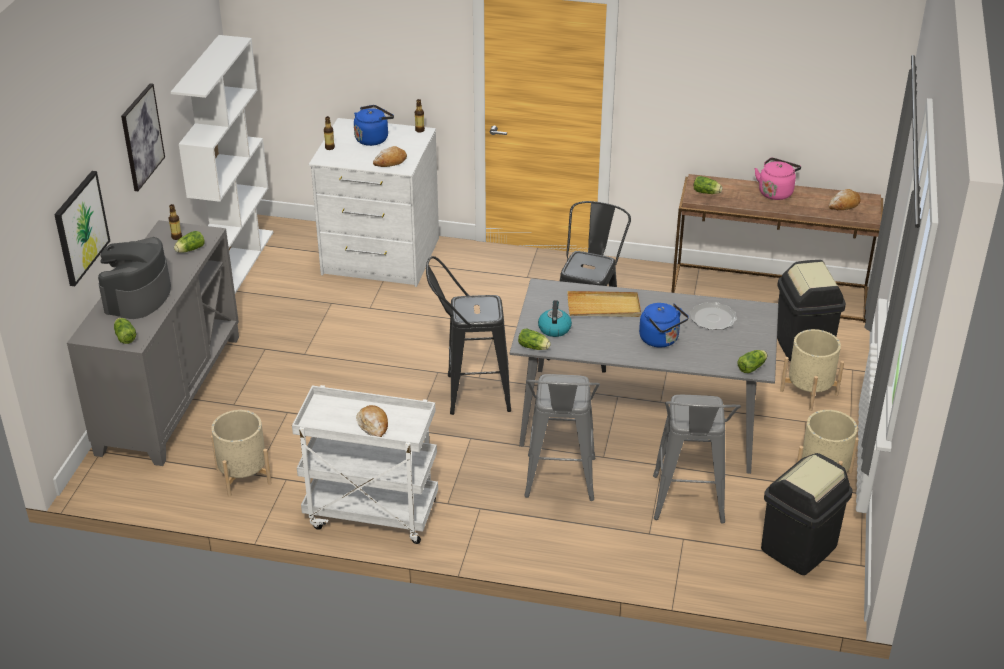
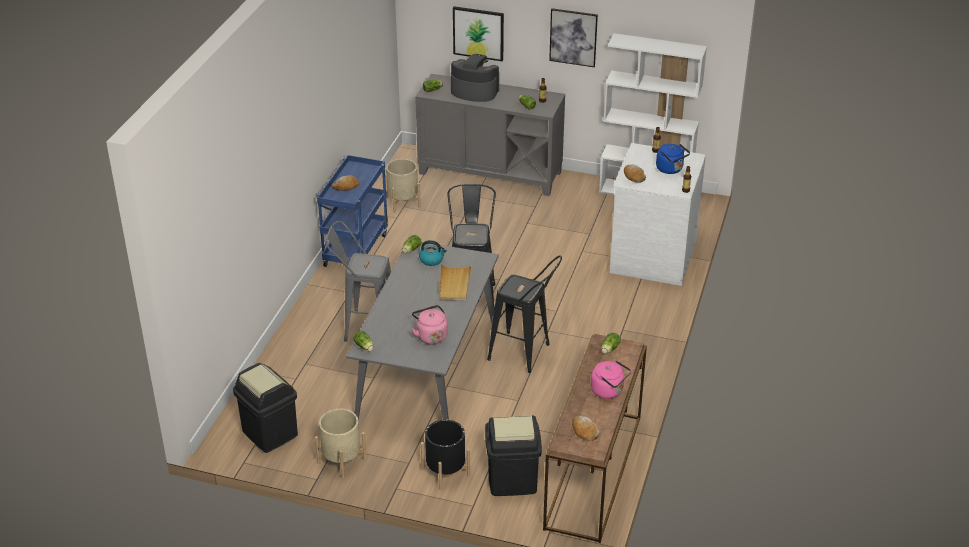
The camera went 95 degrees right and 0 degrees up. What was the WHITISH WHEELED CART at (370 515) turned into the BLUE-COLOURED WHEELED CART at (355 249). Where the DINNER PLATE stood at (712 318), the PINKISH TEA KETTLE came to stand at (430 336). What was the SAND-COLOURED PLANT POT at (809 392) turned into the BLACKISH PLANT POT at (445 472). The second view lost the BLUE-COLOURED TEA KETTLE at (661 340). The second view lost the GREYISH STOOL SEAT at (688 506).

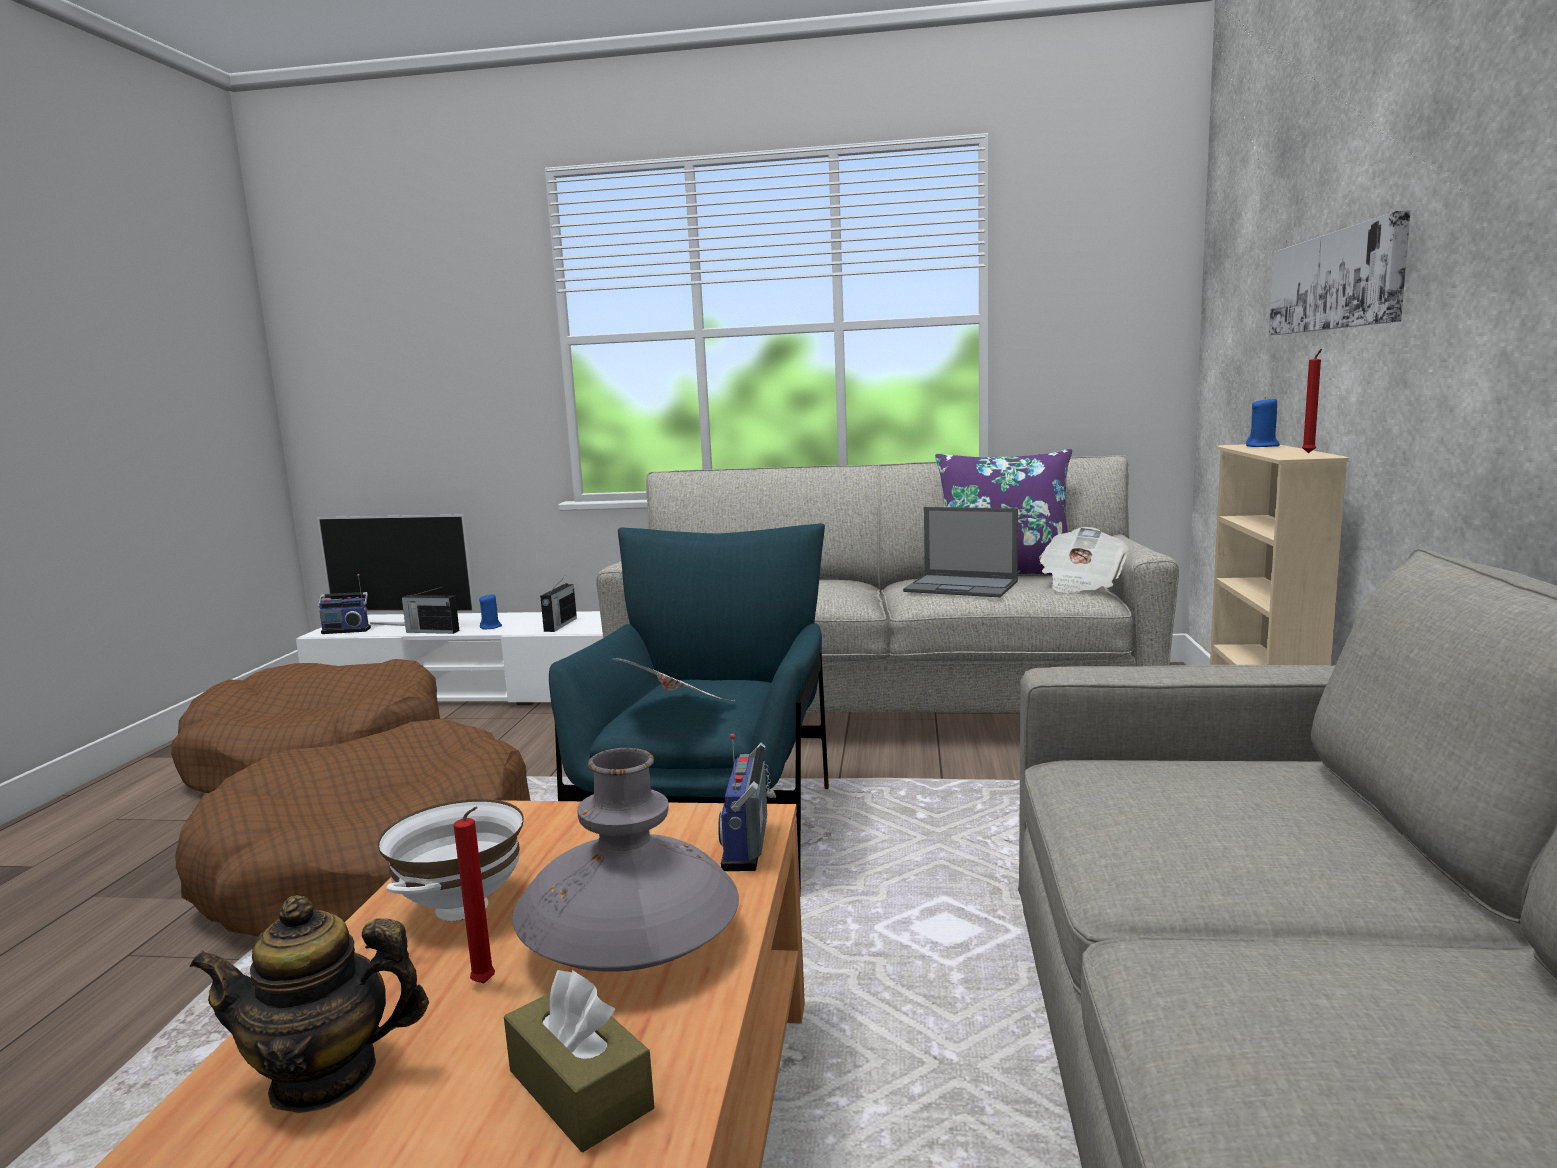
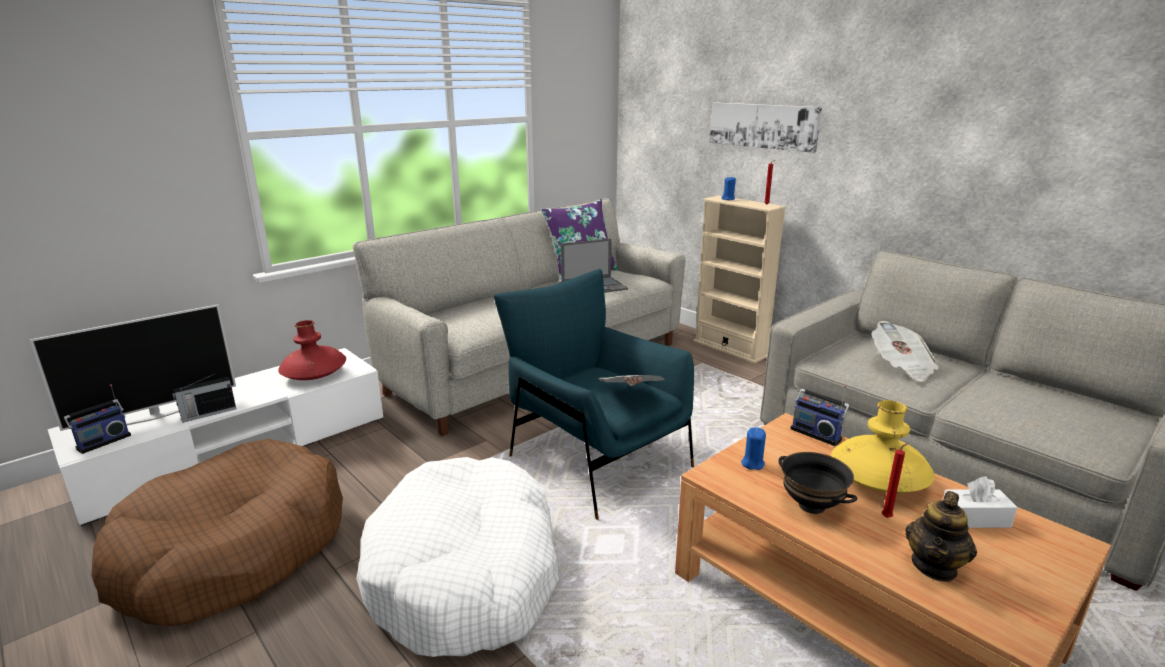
The camera went 50 degrees left and 10 degrees up. Where the RADIO SET stood at (560 625), the RED-COLOURED DECORATIVE VASE came to stand at (314 375). What was the BROWN DOG BED at (371 864) turned into the WHITISH DOG BED at (465 573). The BLUE-COLOURED WAX LIGHT ended up elsewhere, having gone from (491 627) to (752 463). What was the WHITISH DEEP DISH at (460 907) turned into the BLACKISH DEEP DISH at (810 506). What was the GREYISH DECORATIVE VASE at (631 942) turned into the YELLOWISH DECORATIVE VASE at (878 480). The NEWSPAPER ended up elsewhere, having gone from (1081 584) to (902 367). What was the BROWN BOX OF TISSUES at (580 1089) turned into the WHITISH BOX OF TISSUES at (975 518).

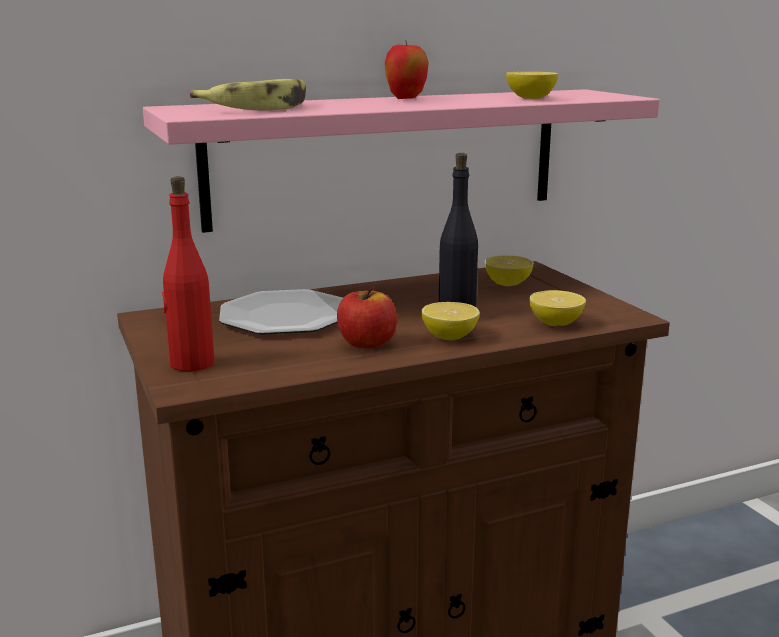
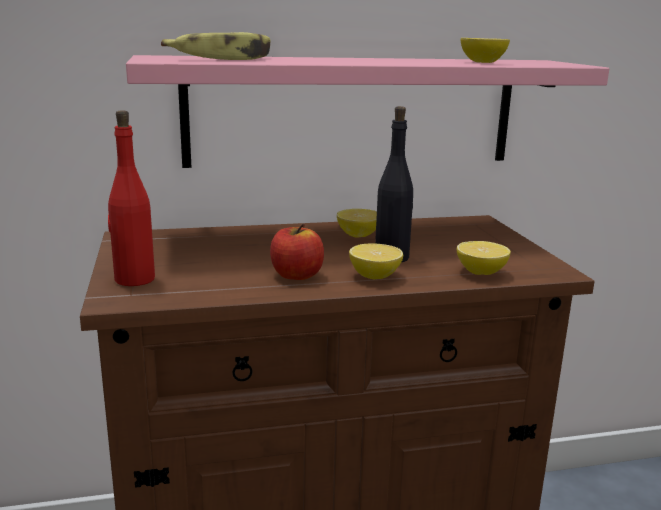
The camera went 10 degrees right and 0 degrees up. The WHOLE LEMON ended up elsewhere, having gone from (508 284) to (358 235). The second view lost the DINNER PLATE at (285 316). The second view lost the APPLE FRUIT at (406 99).

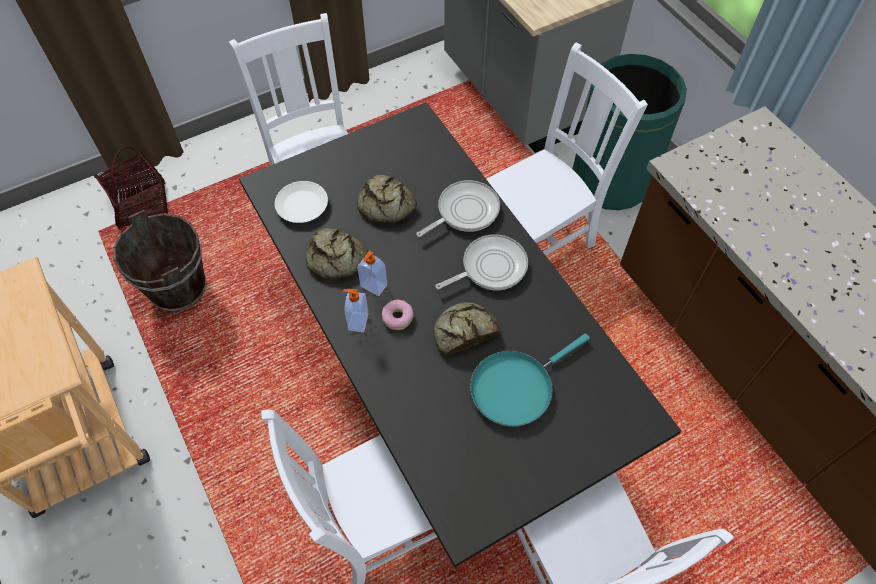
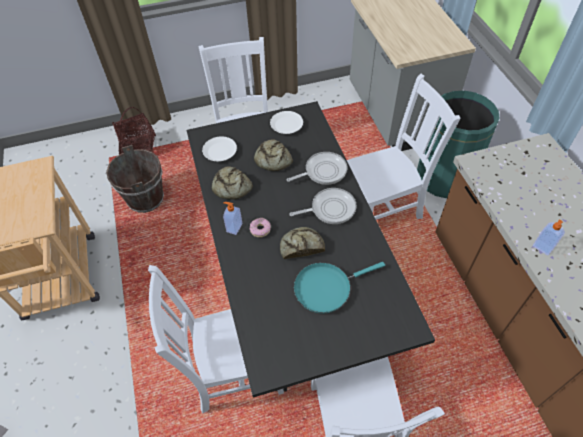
The camera went 15 degrees right and 5 degrees down. The second view gained the WHITISH DINNER PLATE at (286 125). The LIQUID SOAP BOTTLE ended up elsewhere, having gone from (373 286) to (542 247).

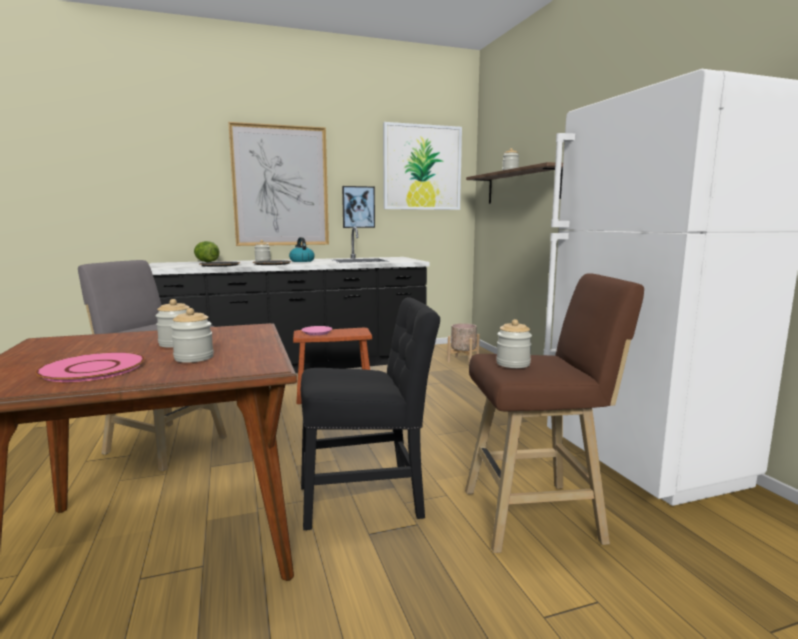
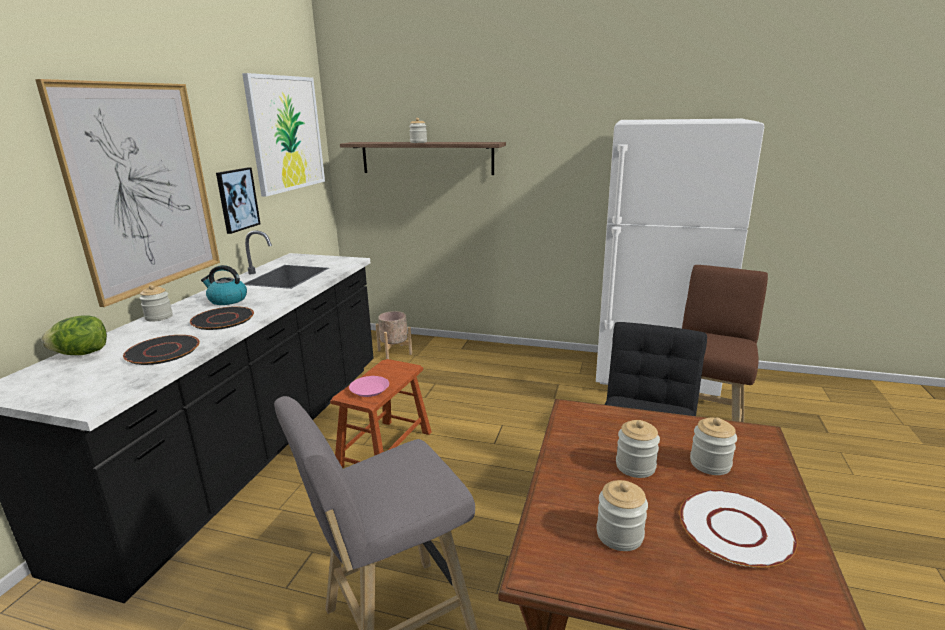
The camera went 55 degrees left and 10 degrees up. The JAR ended up elsewhere, having gone from (513 364) to (619 534). What was the PINKISH DINNER PLATE at (92 369) turned into the WHITISH DINNER PLATE at (736 529).

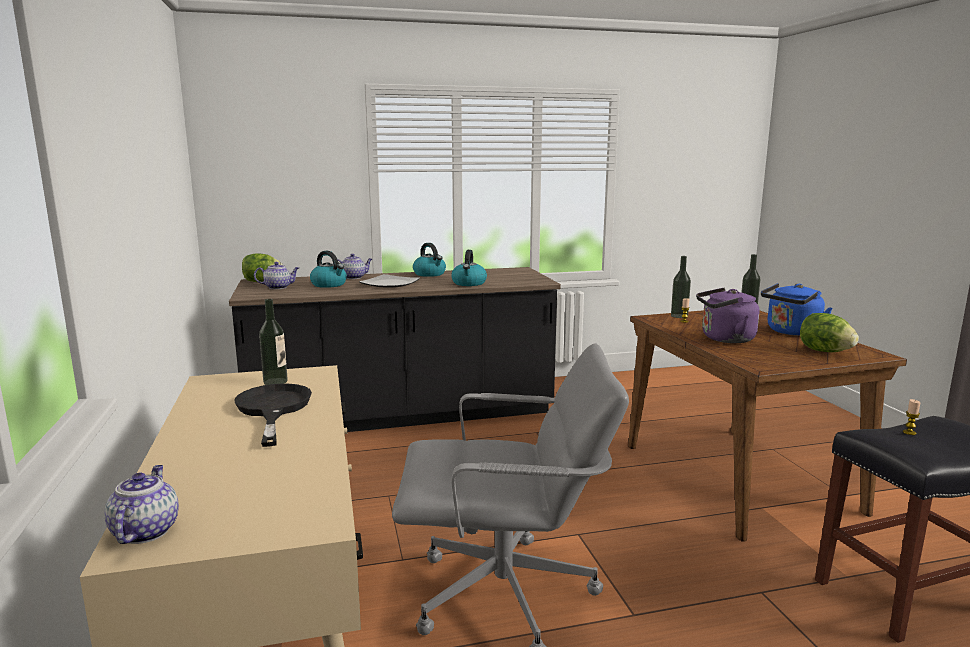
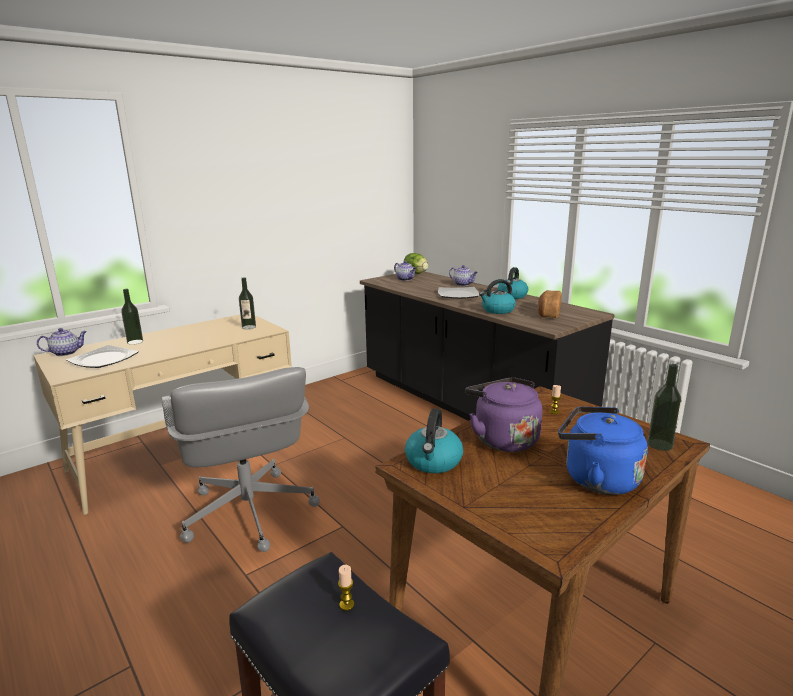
The camera went 65 degrees right and 5 degrees up. The second view gained the DINNER PLATE at (104 359). The DRINK BOTTLE ended up elsewhere, having gone from (679 316) to (135 342). The TEA KETTLE ended up elsewhere, having gone from (329 284) to (433 462). The second view gained the BAKED BREAD at (548 313). The second view lost the BLACKISH FRYING PAN at (273 409). The second view lost the HEAD OF LETTUCE at (825 351).

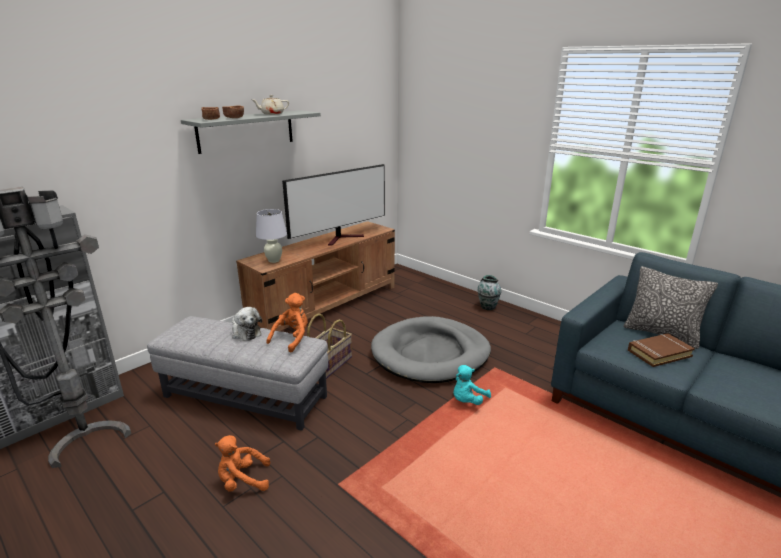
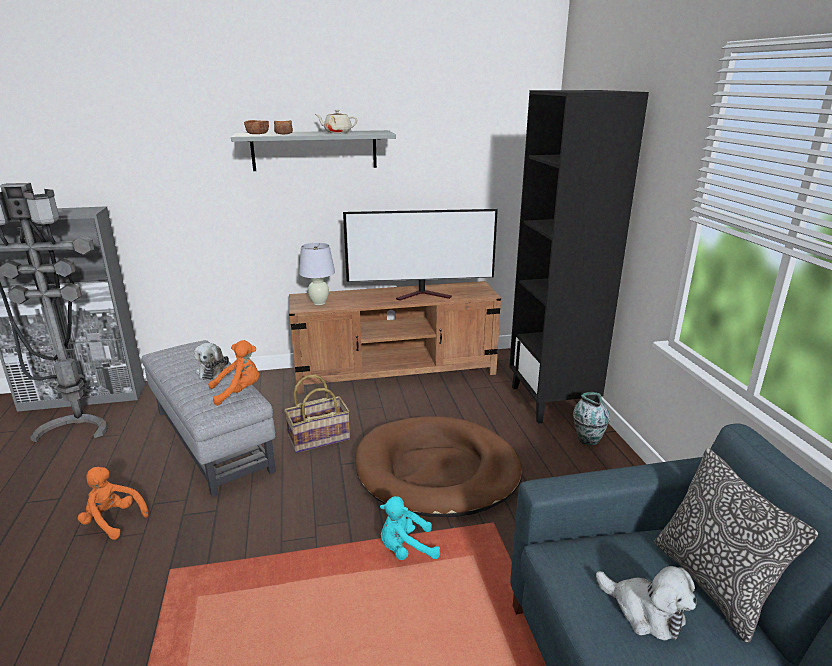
The camera went 35 degrees right and 0 degrees up. What was the GREYISH DOG BED at (430 353) turned into the BROWN DOG BED at (437 471). The second view gained the BLACKISH SHELVING UNIT at (552 401). Where the BROWN BOOK stood at (658 353), the SOFT TOY came to stand at (645 612).

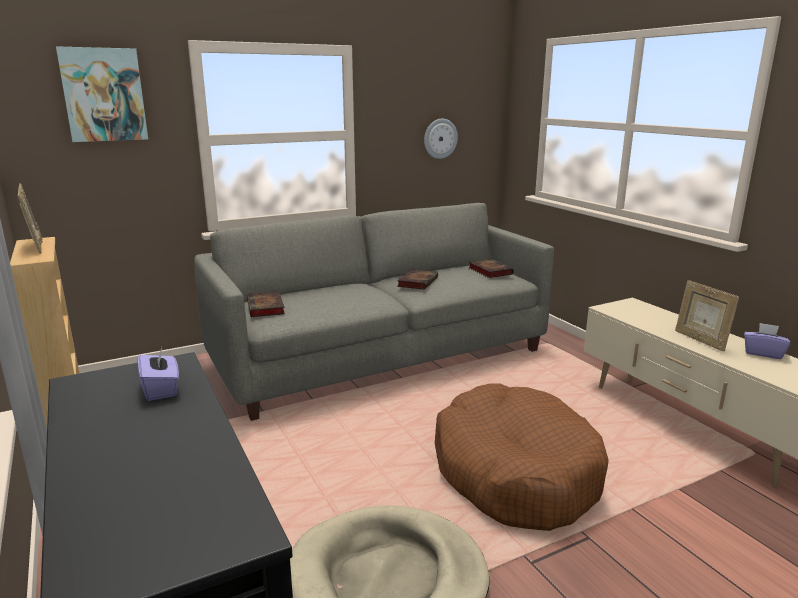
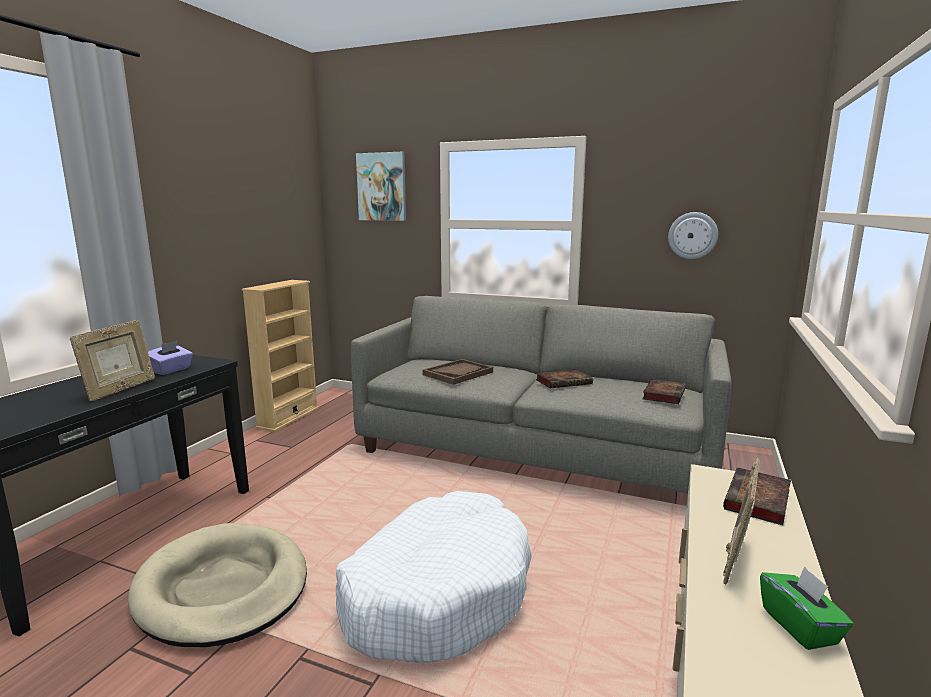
The camera went 50 degrees right and 5 degrees down. The PHOTO FRAME ended up elsewhere, having gone from (36 247) to (120 390). What was the BROWN DOG BED at (514 472) turned into the WHITISH DOG BED at (437 592). The second view gained the BROWN SERVING TRAY at (458 373). The BOOK ended up elsewhere, having gone from (266 308) to (758 501). What was the PURPLE BOX OF TISSUES at (763 353) turned into the GREEN-COLOURED BOX OF TISSUES at (800 626).

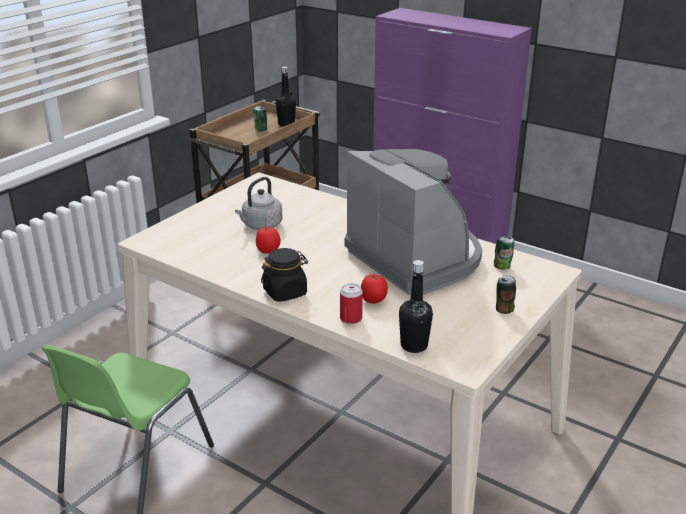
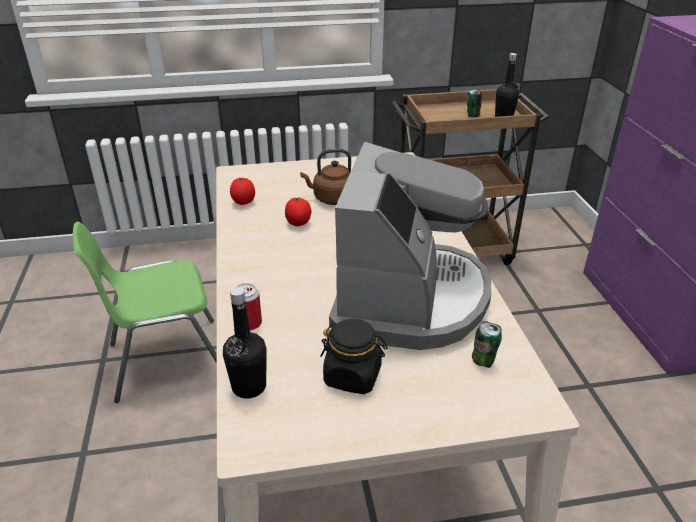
The camera went 45 degrees right and 5 degrees up. The FRESH TOMATO ended up elsewhere, having gone from (374 301) to (243 203). What was the GREYISH TEA KETTLE at (260 225) turned into the BROWN TEA KETTLE at (332 199). The BLACKISH JAR ended up elsewhere, having gone from (285 292) to (353 376). The second view lost the CAN at (504 309).

